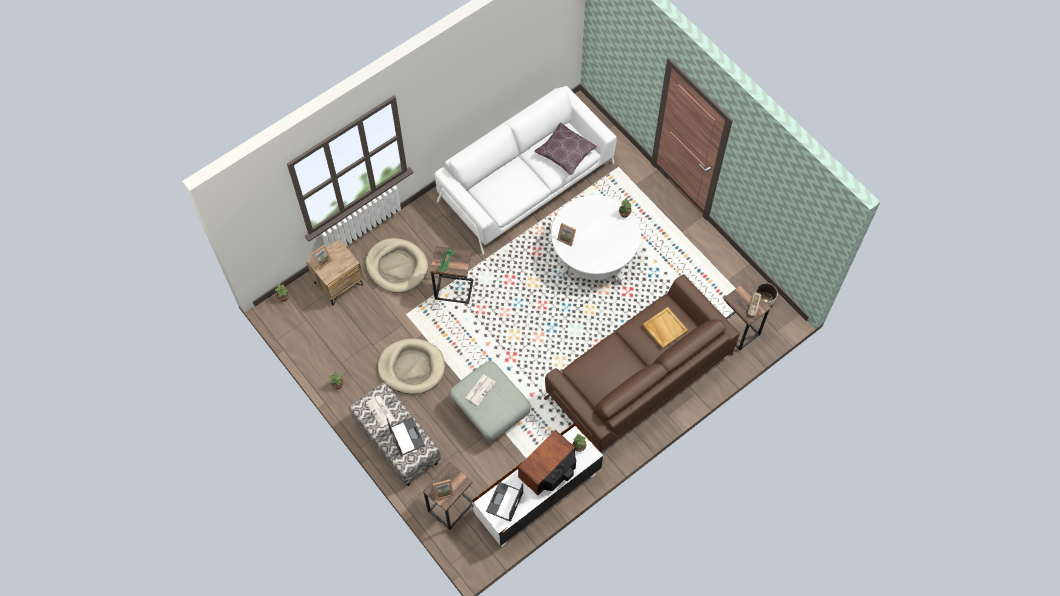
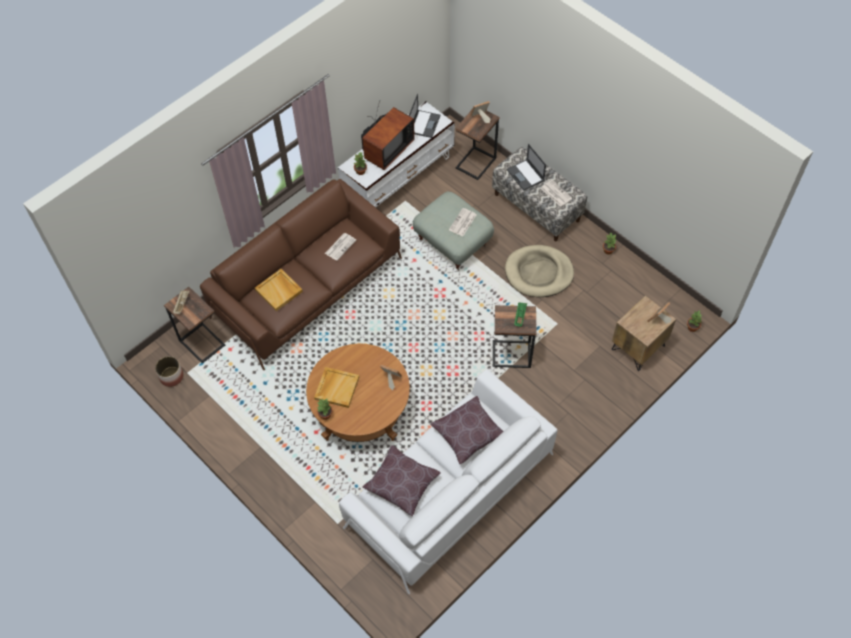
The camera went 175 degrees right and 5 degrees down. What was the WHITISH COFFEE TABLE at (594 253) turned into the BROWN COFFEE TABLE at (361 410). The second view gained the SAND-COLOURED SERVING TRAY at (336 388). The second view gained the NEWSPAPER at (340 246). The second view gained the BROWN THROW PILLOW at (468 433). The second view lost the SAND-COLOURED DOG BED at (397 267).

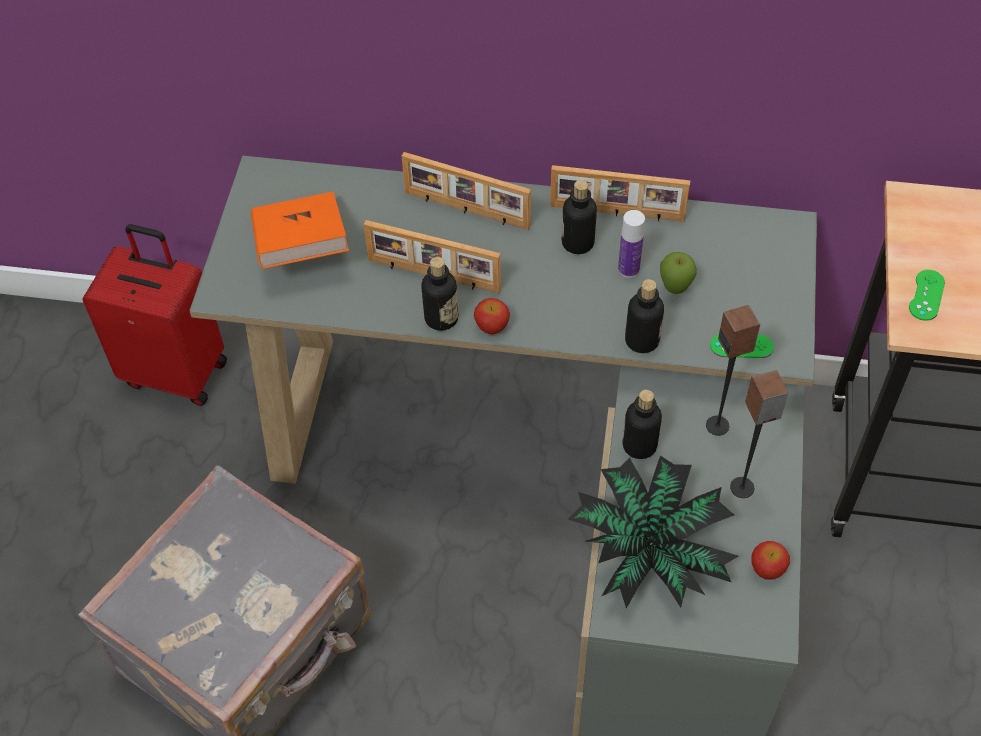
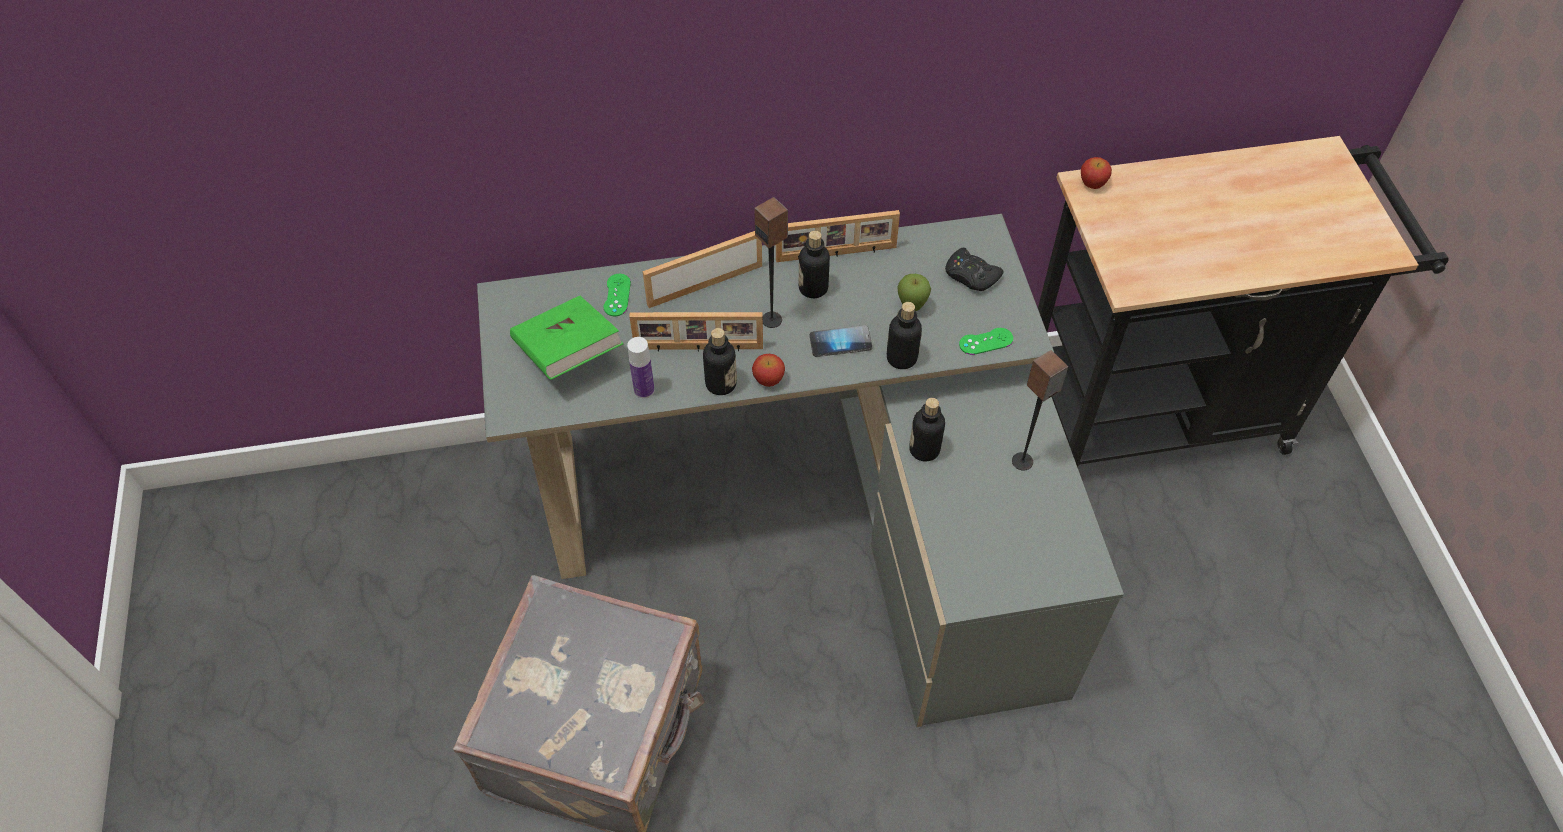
The camera went 20 degrees left and 0 degrees up. What was the ORANGE-COLOURED BOOK at (301 248) turned into the GREEN-COLOURED BOOK at (568 354). The GREEN-COLOURED GAME CONTROLLER ended up elsewhere, having gone from (926 295) to (617 295). The DRINK BOTTLE ended up elsewhere, having gone from (628 269) to (644 390). The PHOTO FRAME at (466 210) ended up facing another way, 150 degrees clockwise from before. The AUDIO SPEAKER ended up elsewhere, having gone from (718 425) to (772 319). The second view gained the TELEPHONE at (840 342). The second view gained the BLACKISH GAME CONTROLLER at (971 275). The APPLE FRUIT ended up elsewhere, having gone from (767 569) to (1092 183). The second view lost the RED-COLOURED PIECE OF LUGGAGE at (177 371). The second view lost the PLANT IN A POT at (650 549).

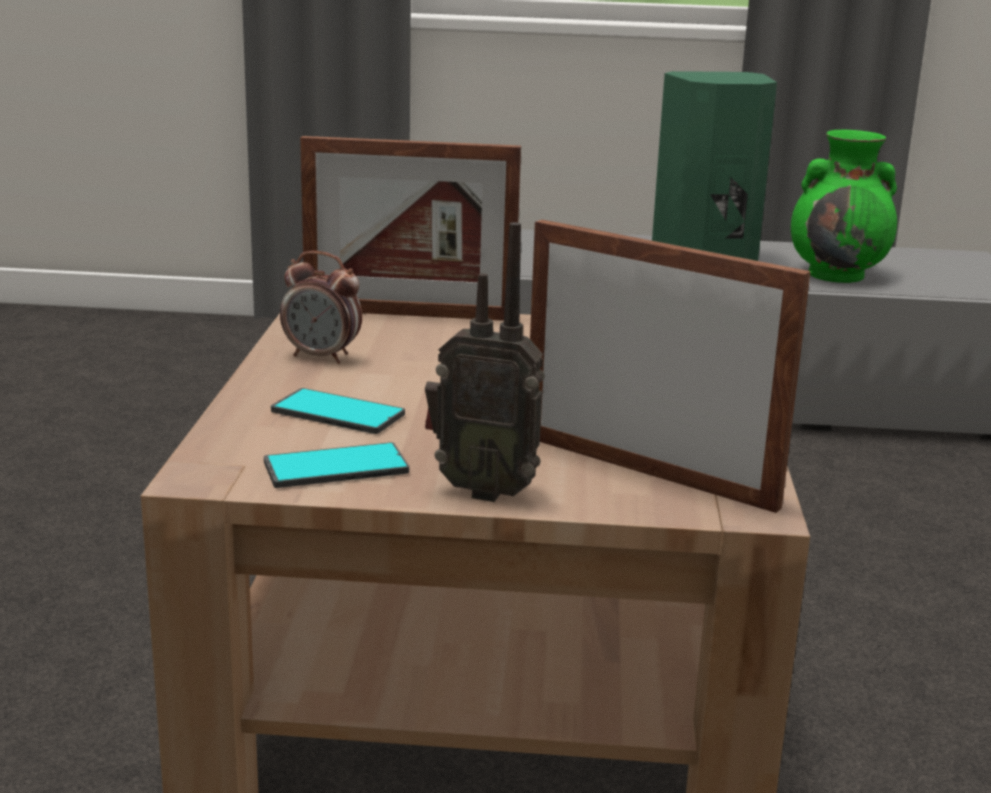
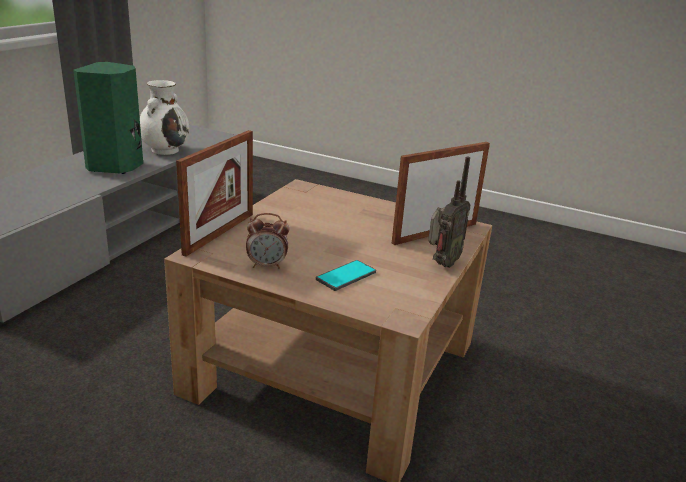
The camera went 70 degrees left and 5 degrees up. What was the GREEN-COLOURED DECORATIVE VASE at (838 275) turned into the WHITISH DECORATIVE VASE at (165 150). The TABLE CLOCK at (322 357) ended up facing another way, 45 degrees clockwise from before. The second view lost the TELEPHONE at (336 468).

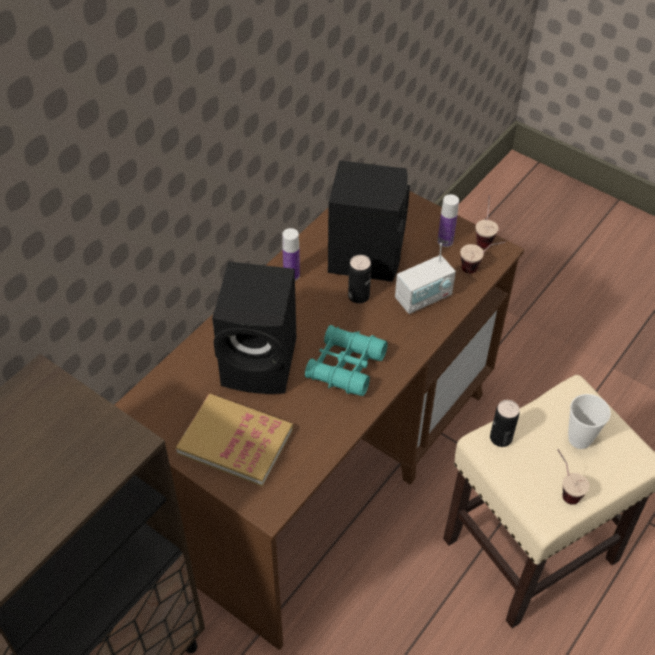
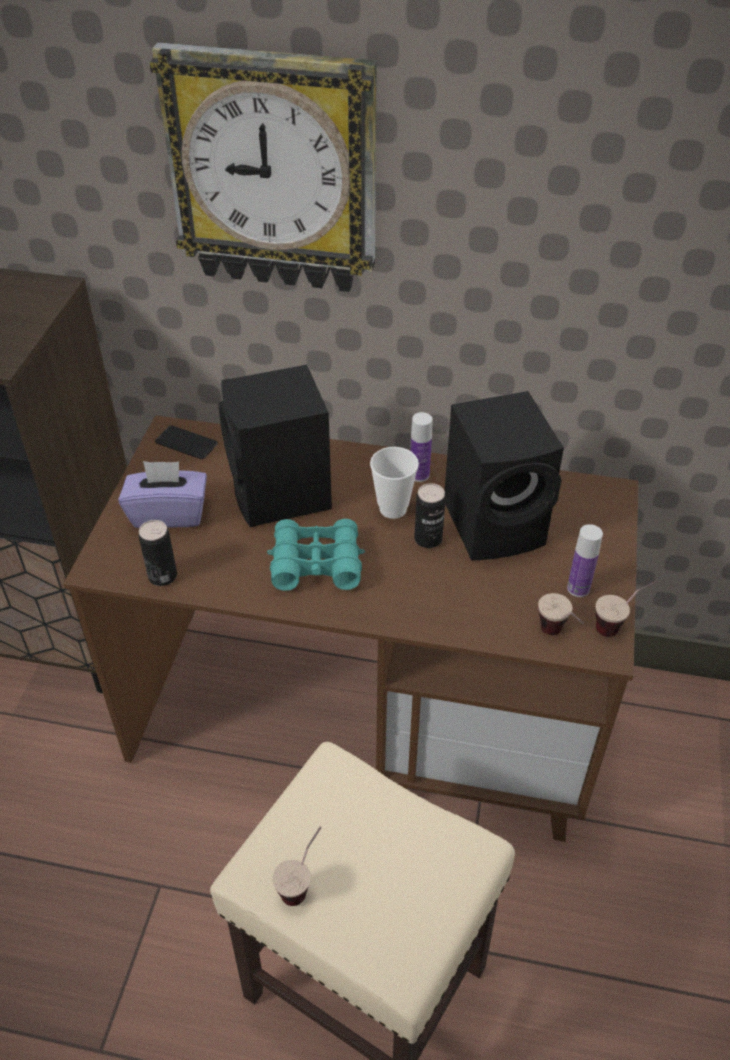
The camera went 65 degrees right and 5 degrees down. Where the BOOK stood at (235 441), the PURPLE BOX OF TISSUES came to stand at (169 513). The CAN ended up elsewhere, having gone from (501 438) to (162 576). The second view gained the CLOCK ON THE WALL at (274 172). The second view gained the TELEPHONE at (186 443). The CUP ended up elsewhere, having gone from (579 439) to (393 509). The second view lost the RADIO SET at (423 298).

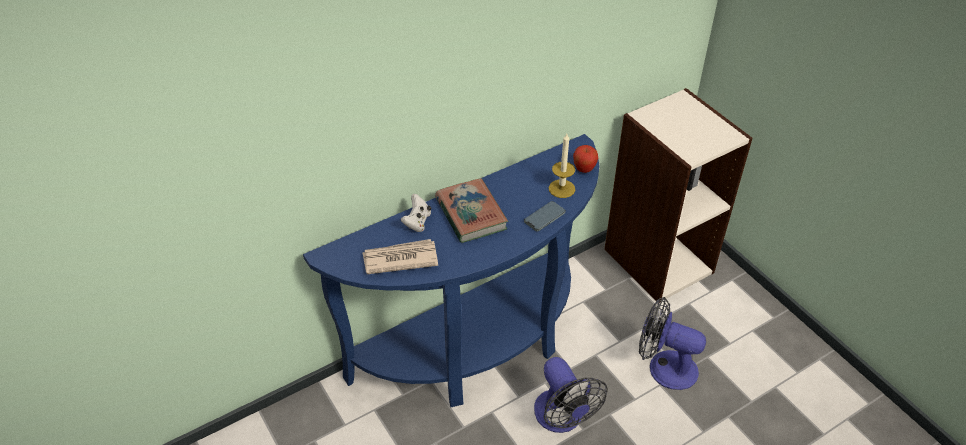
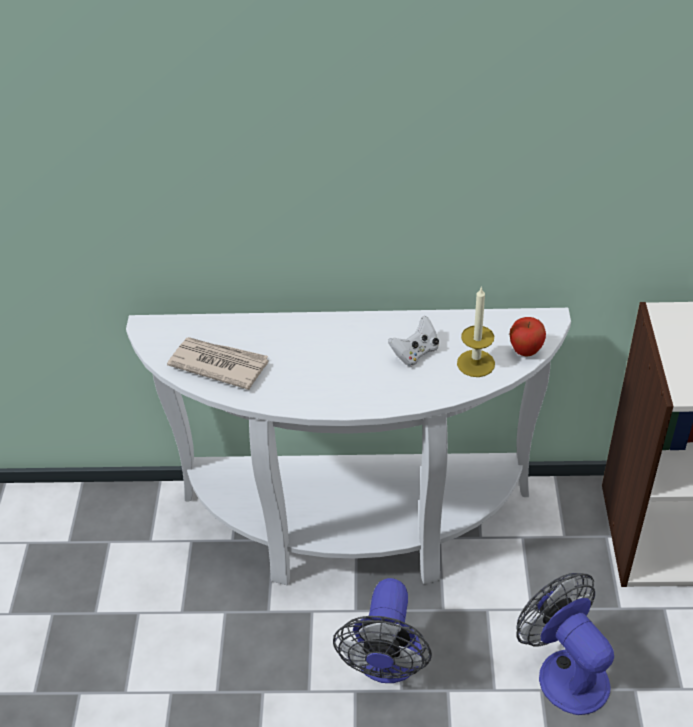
The camera went 35 degrees right and 0 degrees up. What was the BLUE-COLOURED CONSOLE TABLE at (478 346) turned into the WHITISH CONSOLE TABLE at (354 528). The WHITISH GAME CONTROLLER ended up elsewhere, having gone from (417 222) to (415 353). The second view lost the BOOK at (471 214). The second view lost the TELEPHONE at (544 218).

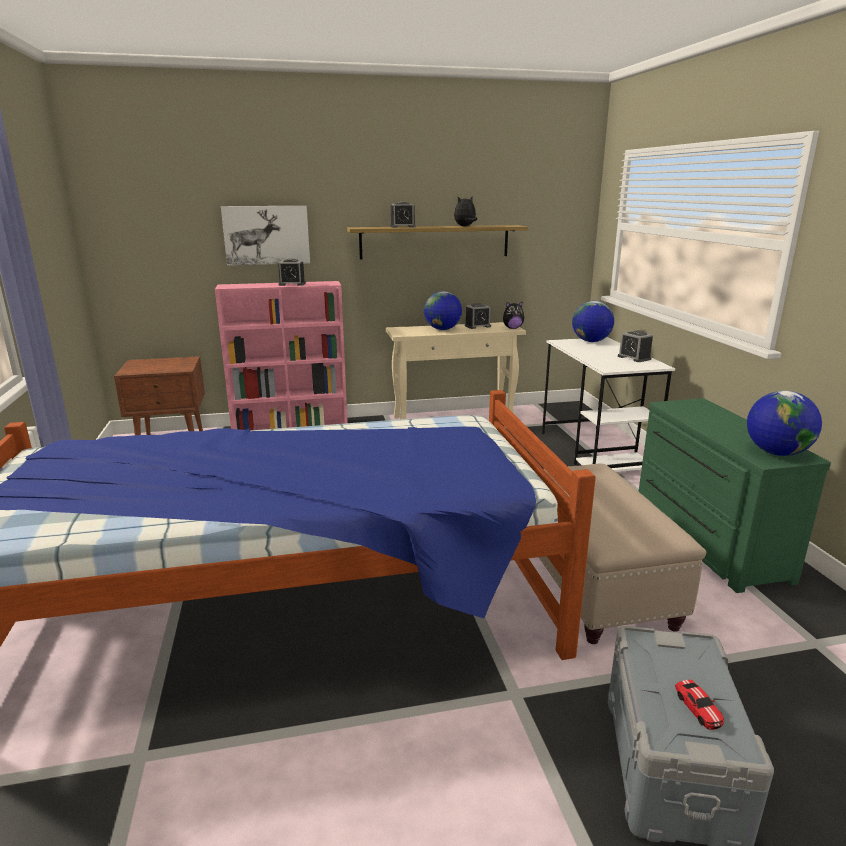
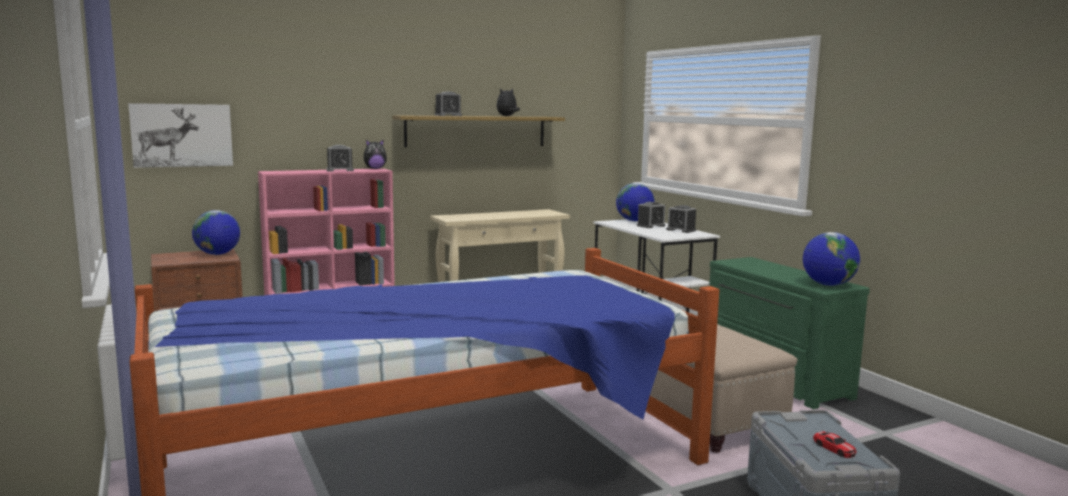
The camera went 15 degrees left and 10 degrees down. The WALL PICTURE ended up elsewhere, having gone from (266 235) to (182 135). The DESK GLOBE ended up elsewhere, having gone from (442 329) to (217 254). The SOFT TOY ended up elsewhere, having gone from (512 328) to (375 169). The TABLE CLOCK ended up elsewhere, having gone from (477 326) to (651 226).

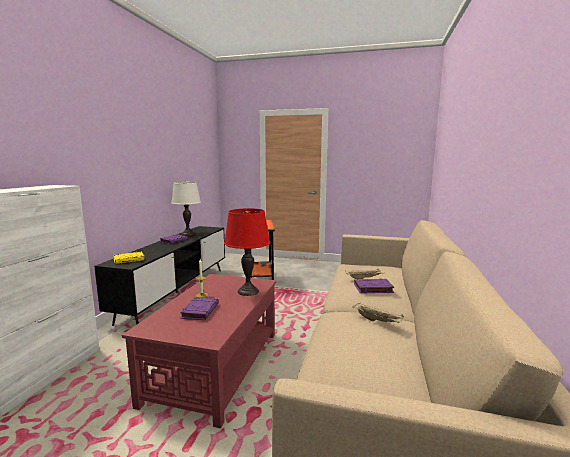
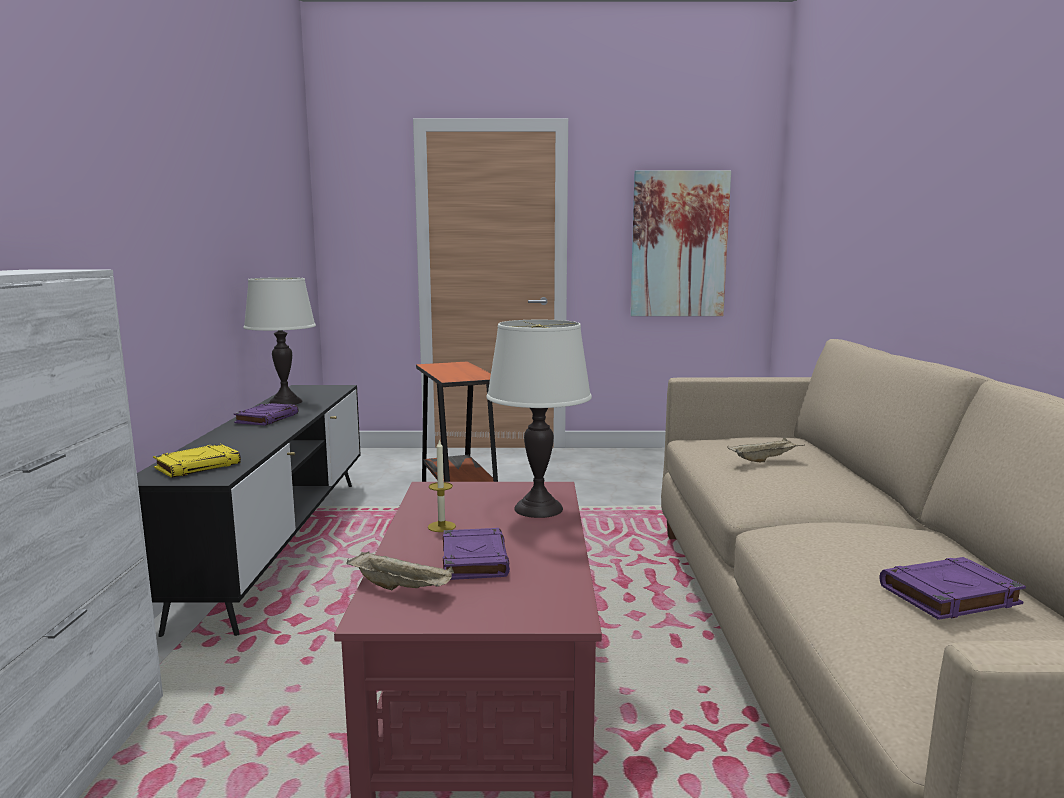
The camera went 15 degrees left and 0 degrees up. The SAND-COLOURED SERVING TRAY ended up elsewhere, having gone from (378 321) to (402 588). What was the RED-COLOURED TABLE LAMP at (248 291) turned into the WHITISH TABLE LAMP at (538 509). The second view gained the WALL PICTURE at (679 244). The PURPLE BOOK ended up elsewhere, having gone from (372 288) to (948 595).

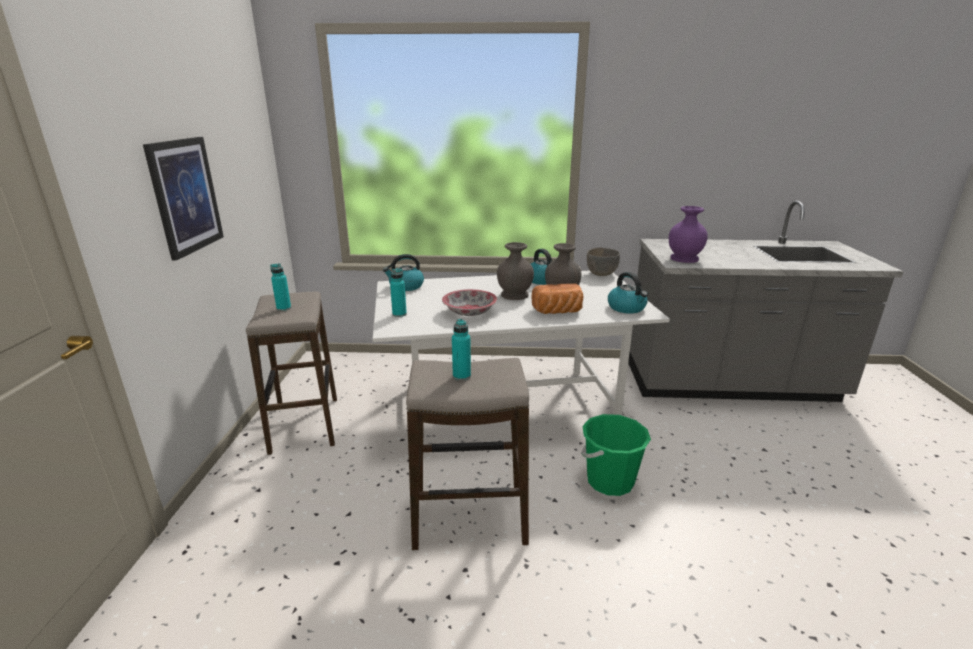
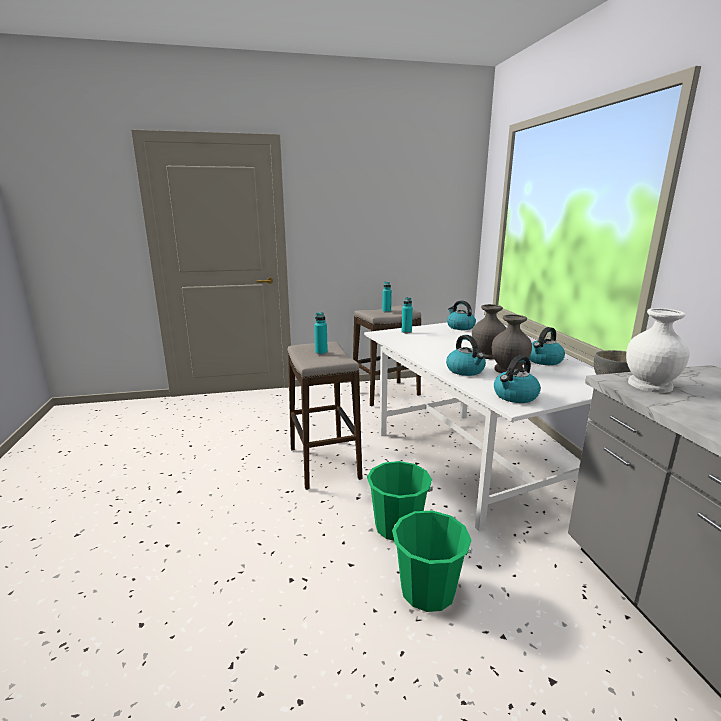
The camera went 75 degrees right and 5 degrees down. The second view gained the GREEN-COLOURED PAIL at (427 590). Where the BAKED BREAD stood at (558 312), the TEA KETTLE came to stand at (465 370). What was the PURPLE DECORATIVE VASE at (685 259) turned into the WHITISH DECORATIVE VASE at (650 385). The second view lost the WALL PICTURE at (185 196). The second view lost the DEEP DISH at (470 312).

